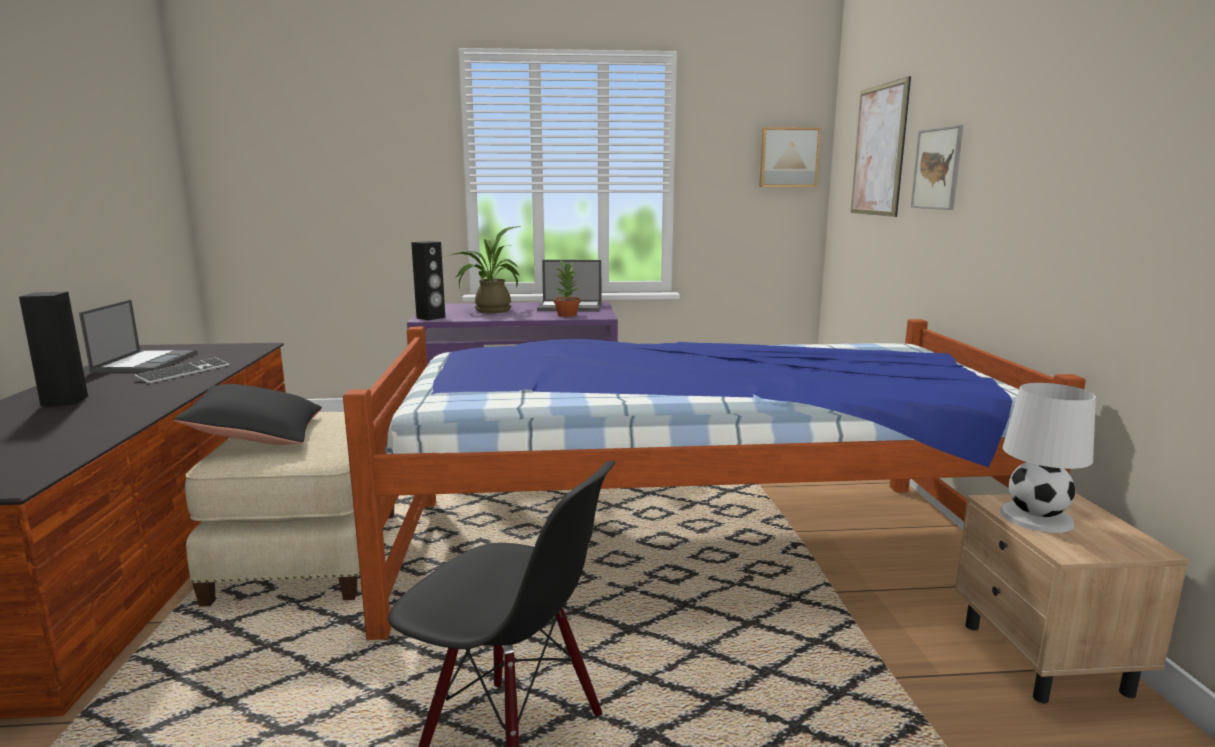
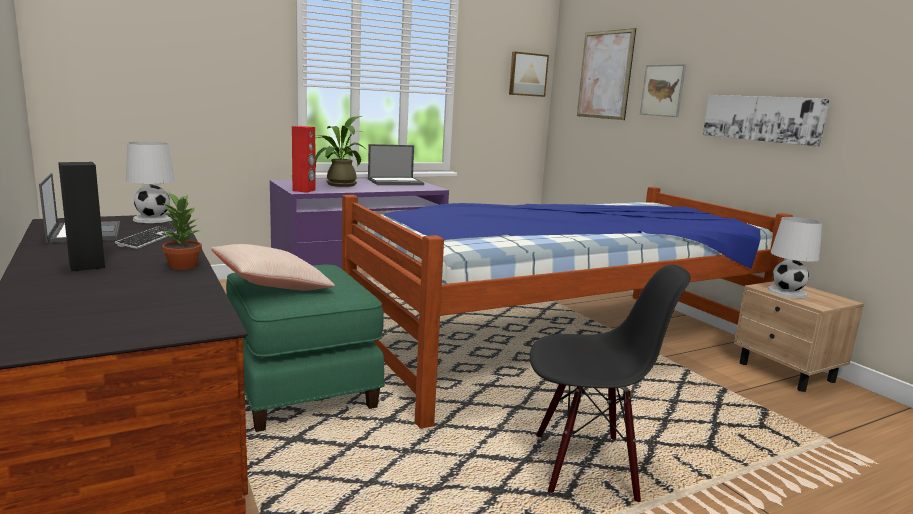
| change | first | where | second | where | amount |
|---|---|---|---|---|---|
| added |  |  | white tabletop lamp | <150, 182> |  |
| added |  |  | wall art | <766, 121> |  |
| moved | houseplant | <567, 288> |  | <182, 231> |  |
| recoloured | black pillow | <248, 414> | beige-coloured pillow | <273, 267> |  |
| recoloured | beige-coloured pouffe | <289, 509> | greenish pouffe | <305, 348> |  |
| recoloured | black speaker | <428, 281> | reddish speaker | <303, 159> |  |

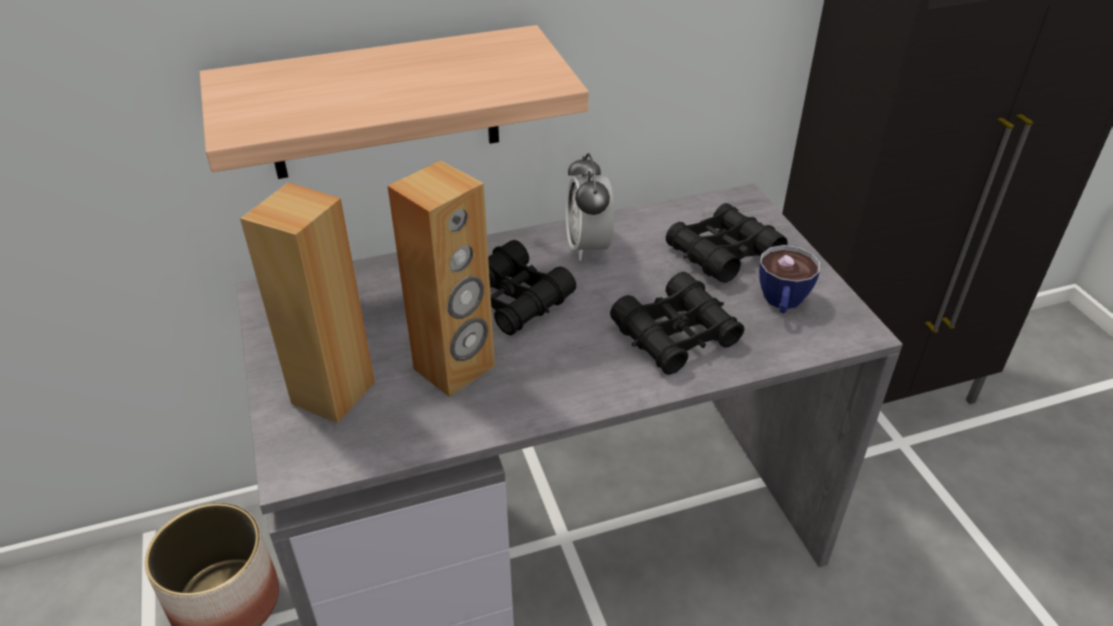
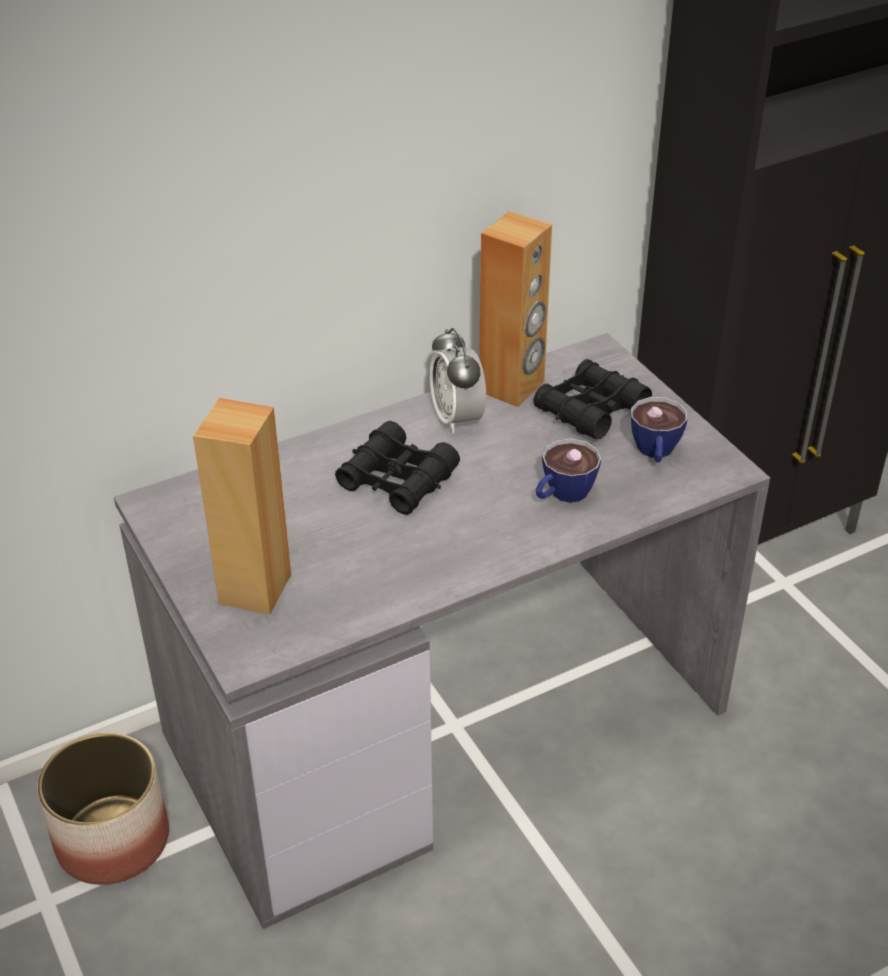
| change | first | where | second | where | amount |
|---|---|---|---|---|---|
| removed | wall shelf | <394, 102> |  |  |  |
| moved | brown speaker | <441, 279> |  | <515, 309> |  |
| replaced | black binoculars | <677, 323> | cup | <568, 470> |  |

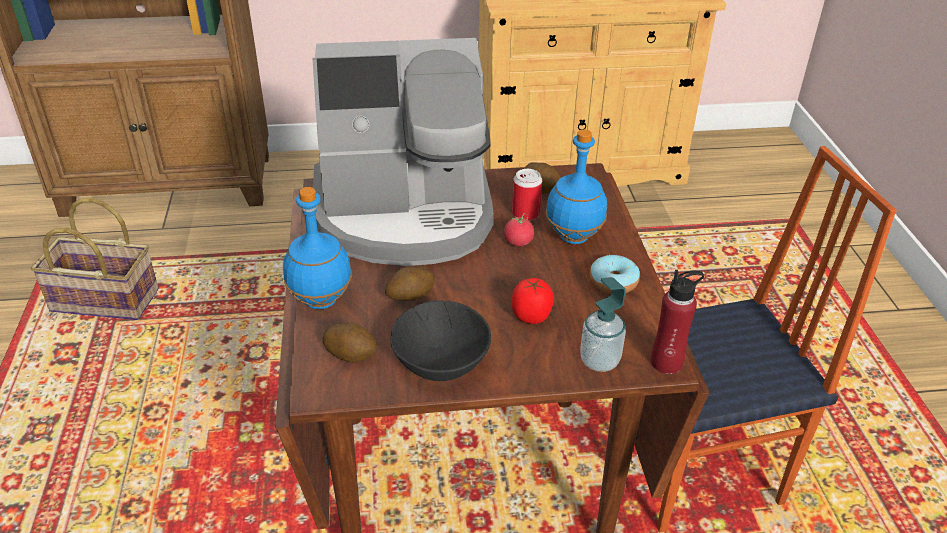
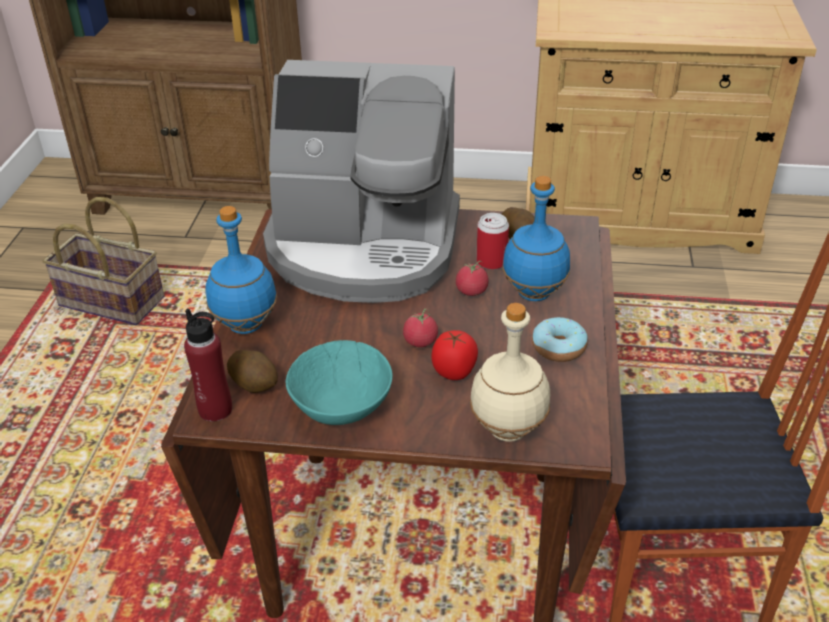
| change | first | where | second | where | amount |
|---|---|---|---|---|---|
| removed | potato | <410, 283> |  |  |  |
| added |  |  | tomato | <420, 327> |  |
| moved | reddish beverage bottle | <677, 322> |  | <208, 365> |  |
| replaced | liquid soap bottle | <603, 324> | beige-coloured beverage bottle | <510, 372> |  |
| recoloured | black deep dish | <440, 340> | blue-green deep dish | <339, 382> |  |

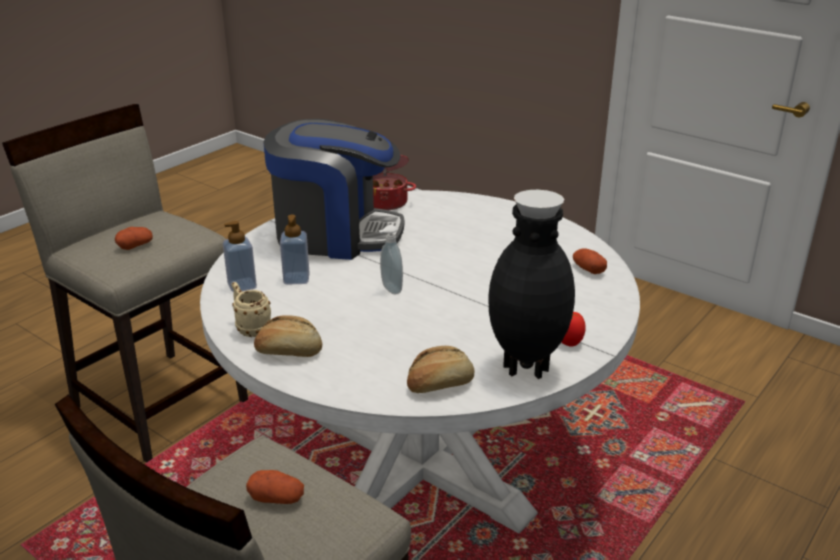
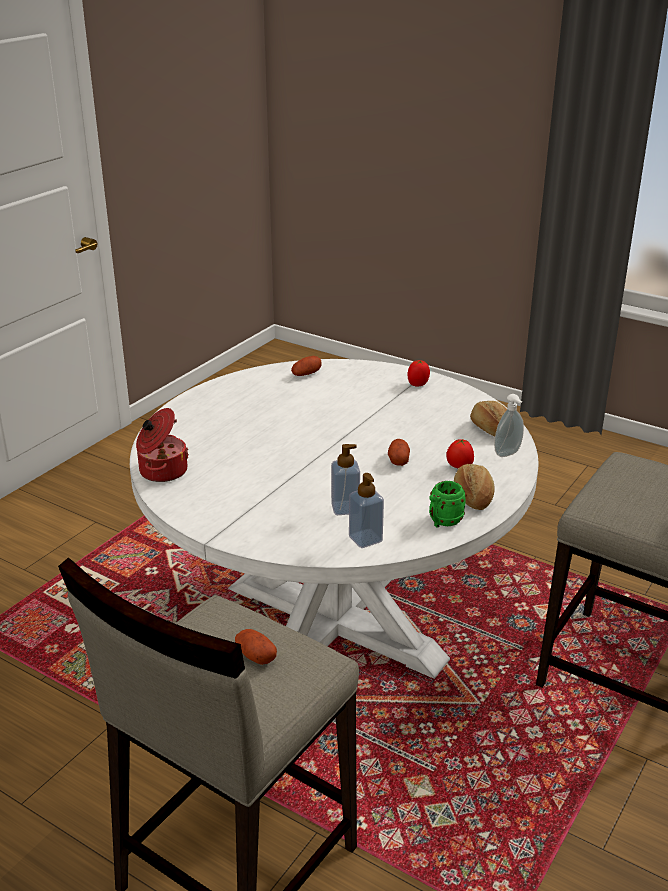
| change | first | where | second | where | amount |
|---|---|---|---|---|---|
| removed | coffee maker | <333, 189> |  |  |  |
| removed | black flower vase | <531, 284> |  |  |  |
| added |  |  | tomato | <460, 454> |  |
| moved | potato | <275, 487> |  | <399, 452> |  |
| moved | liquid soap bottle | <391, 259> |  | <509, 425> |  |
| recoloured | beige-coloured mug | <251, 309> | greenish mug | <447, 504> |  |

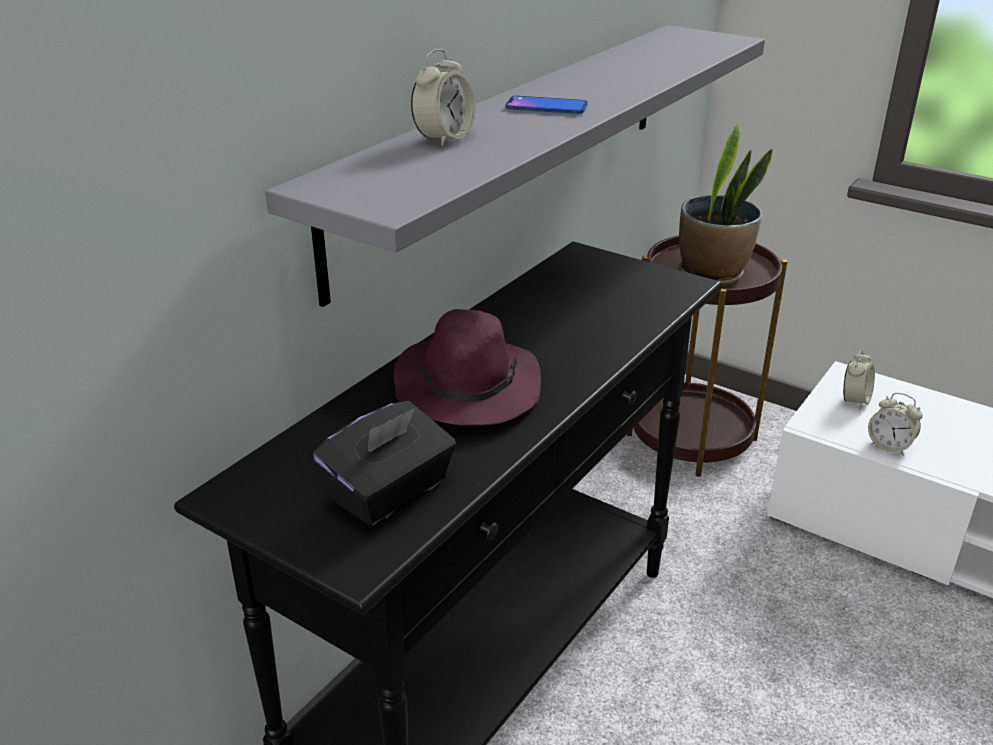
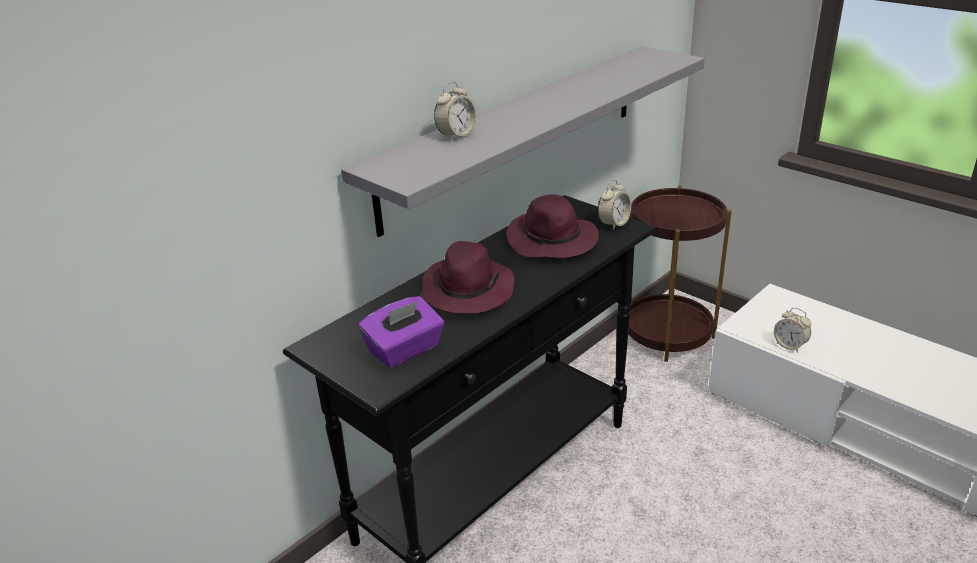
| change | first | where | second | where | amount |
|---|---|---|---|---|---|
| removed | phone | <546, 105> |  |  |  |
| removed | houseplant | <726, 204> |  |  |  |
| added |  |  | purplish clothing hat | <552, 226> |  |
| moved | table clock | <859, 379> |  | <614, 205> |  |
| recoloured | black tissue holder | <384, 463> | purplish tissue holder | <401, 332> |  |

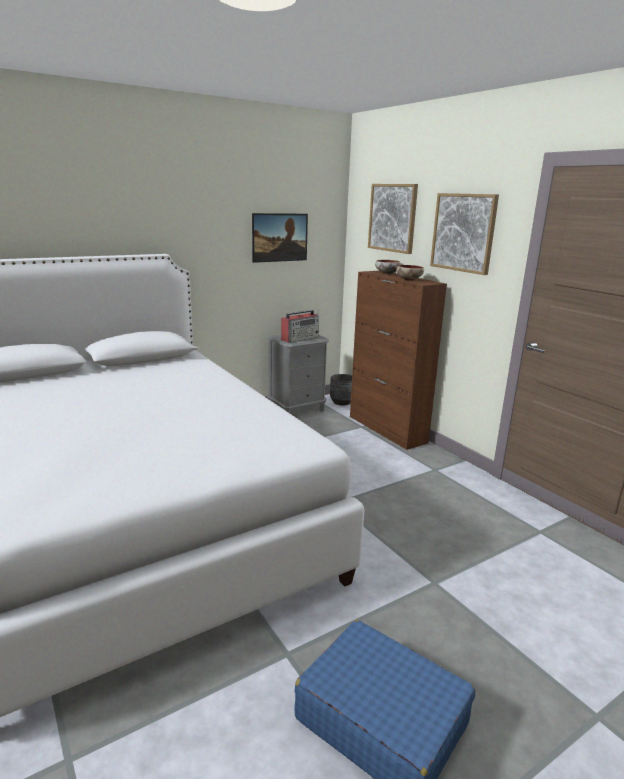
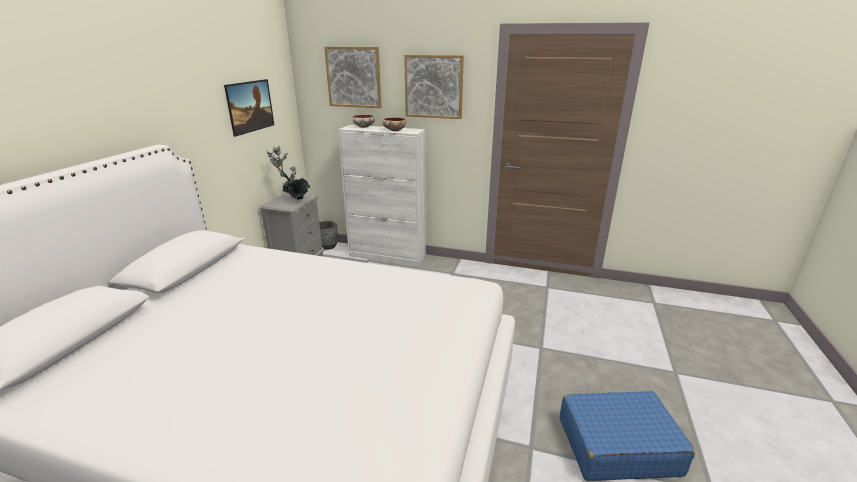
| change | first | where | second | where | amount |
|---|---|---|---|---|---|
| replaced | radio | <300, 326> | houseplant | <288, 172> |  |
| recoloured | brown cupboard | <398, 360> | white cupboard | <382, 195> |  |

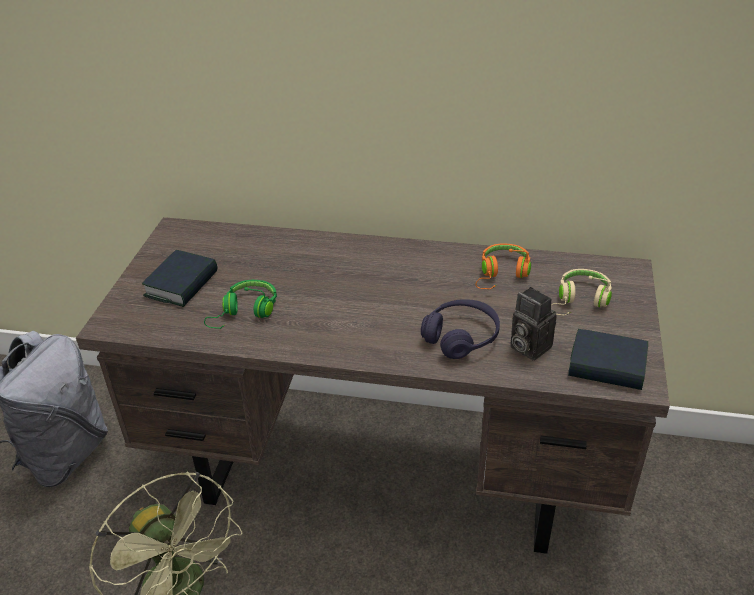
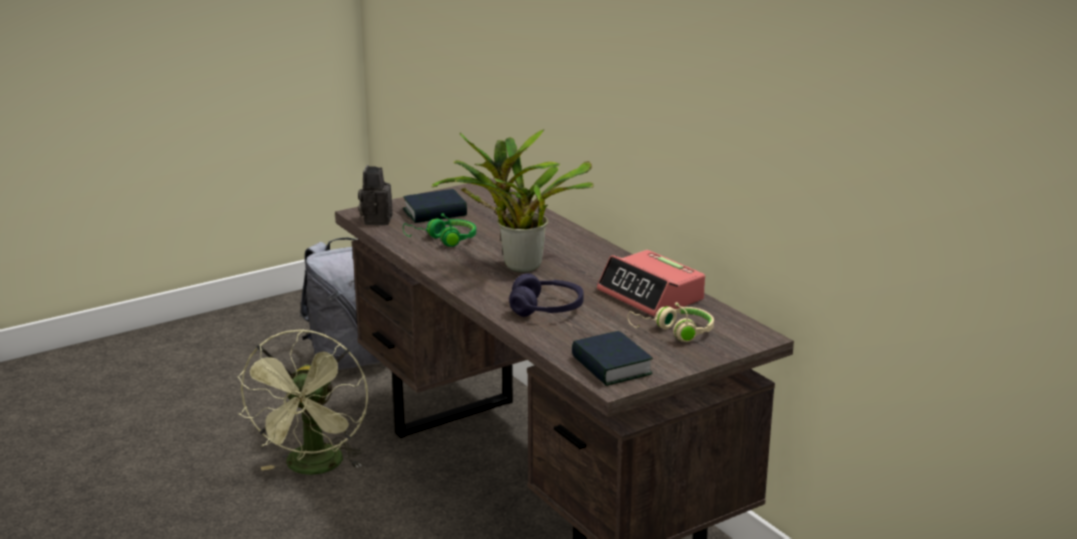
| change | first | where | second | where | amount |
|---|---|---|---|---|---|
| added |  |  | houseplant | <512, 200> |  |
| moved | still camera | <533, 324> |  | <375, 195> |  |
| replaced | orangey headphones | <503, 266> | table clock | <651, 283> |  |

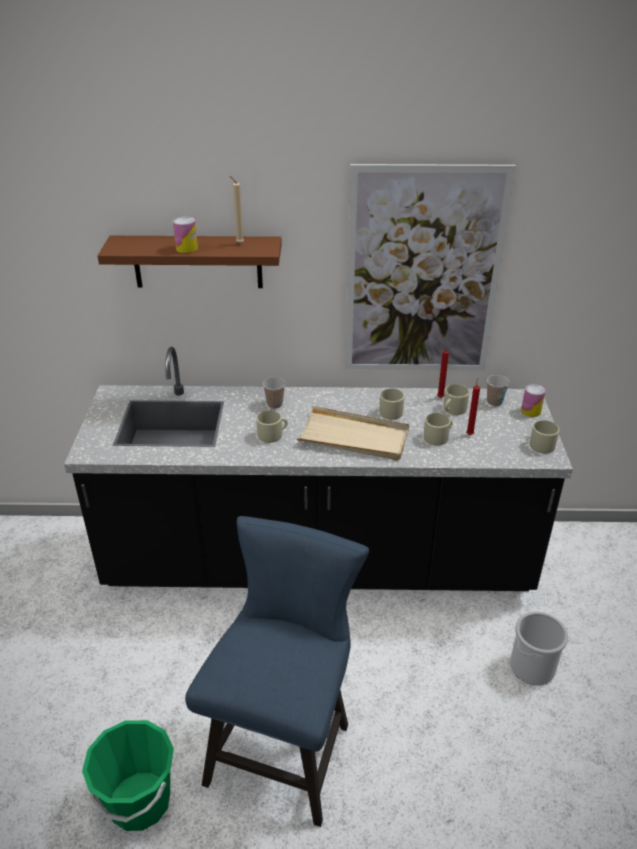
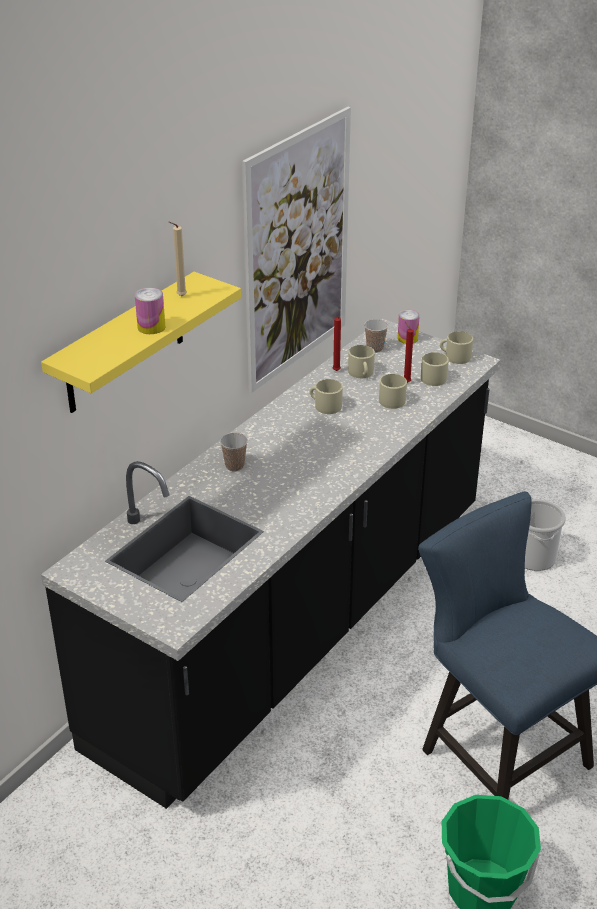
| change | first | where | second | where | amount |
|---|---|---|---|---|---|
| removed | beige-coloured serving tray | <353, 433> |  |  |  |
| moved | beige-coloured mug | <272, 426> |  | <435, 369> |  |
| recoloured | brown wall shelf | <190, 262> | yellowish wall shelf | <141, 342> |  |

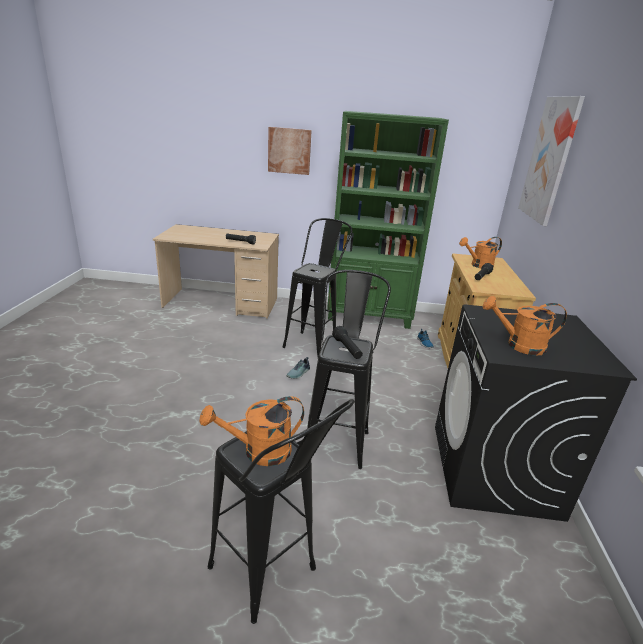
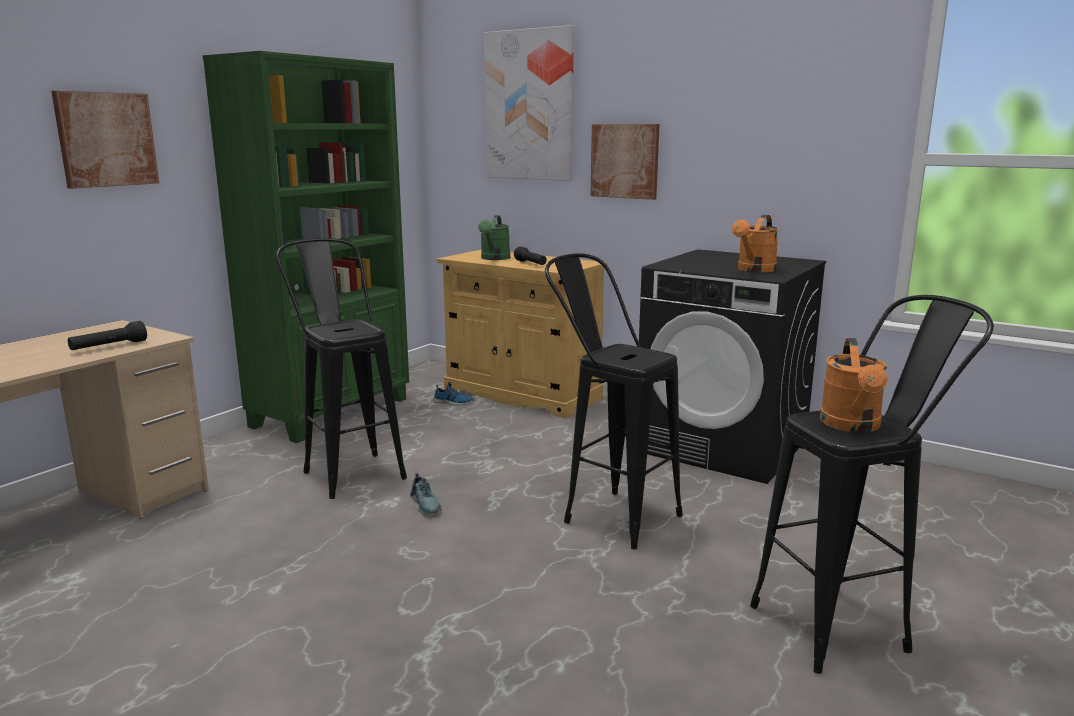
| change | first | where | second | where | amount |
|---|---|---|---|---|---|
| removed | black hand torch | <347, 342> |  |  |  |
| added |  |  | wall art | <625, 162> |  |
| recoloured | orangey sprinkling can | <480, 252> | greenish sprinkling can | <494, 237> |  |

